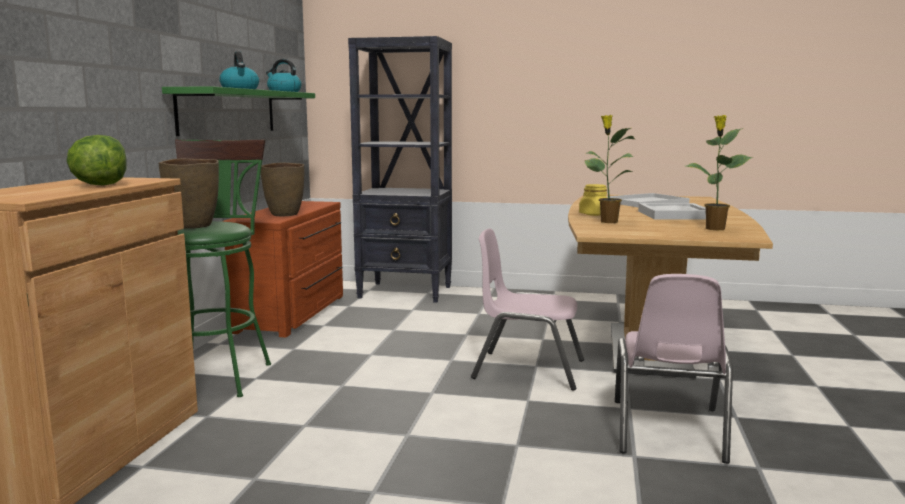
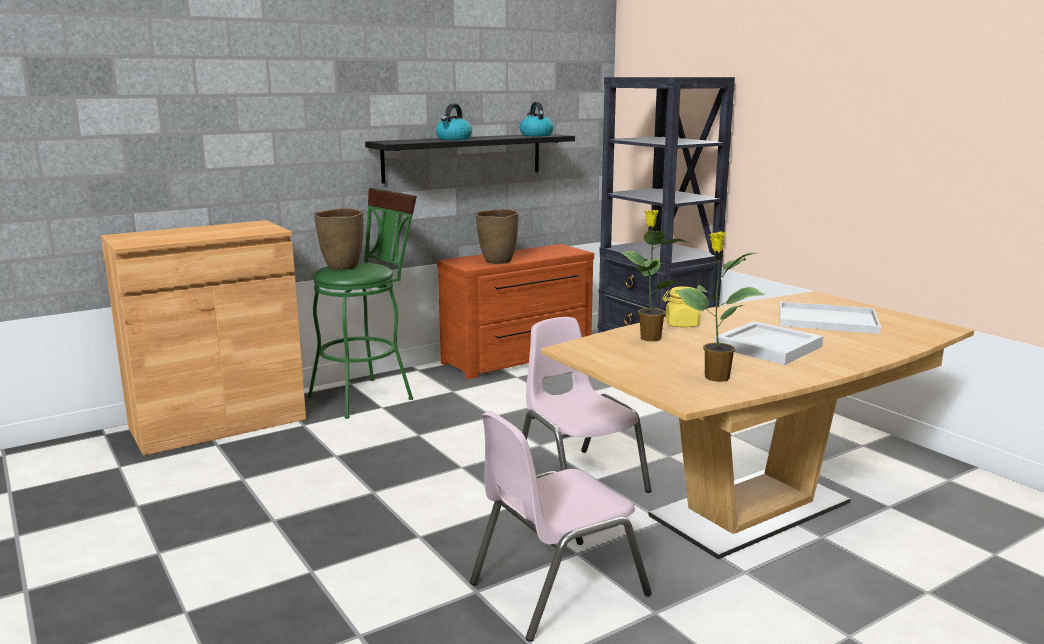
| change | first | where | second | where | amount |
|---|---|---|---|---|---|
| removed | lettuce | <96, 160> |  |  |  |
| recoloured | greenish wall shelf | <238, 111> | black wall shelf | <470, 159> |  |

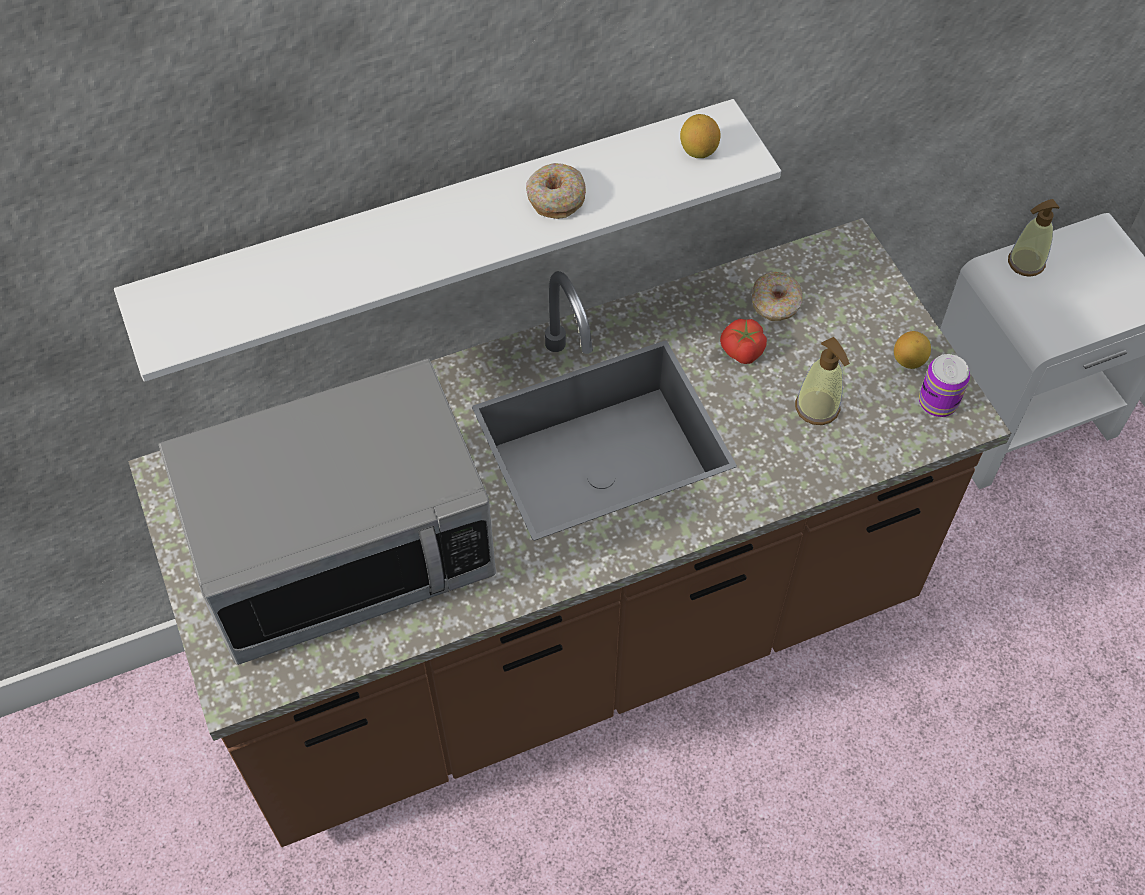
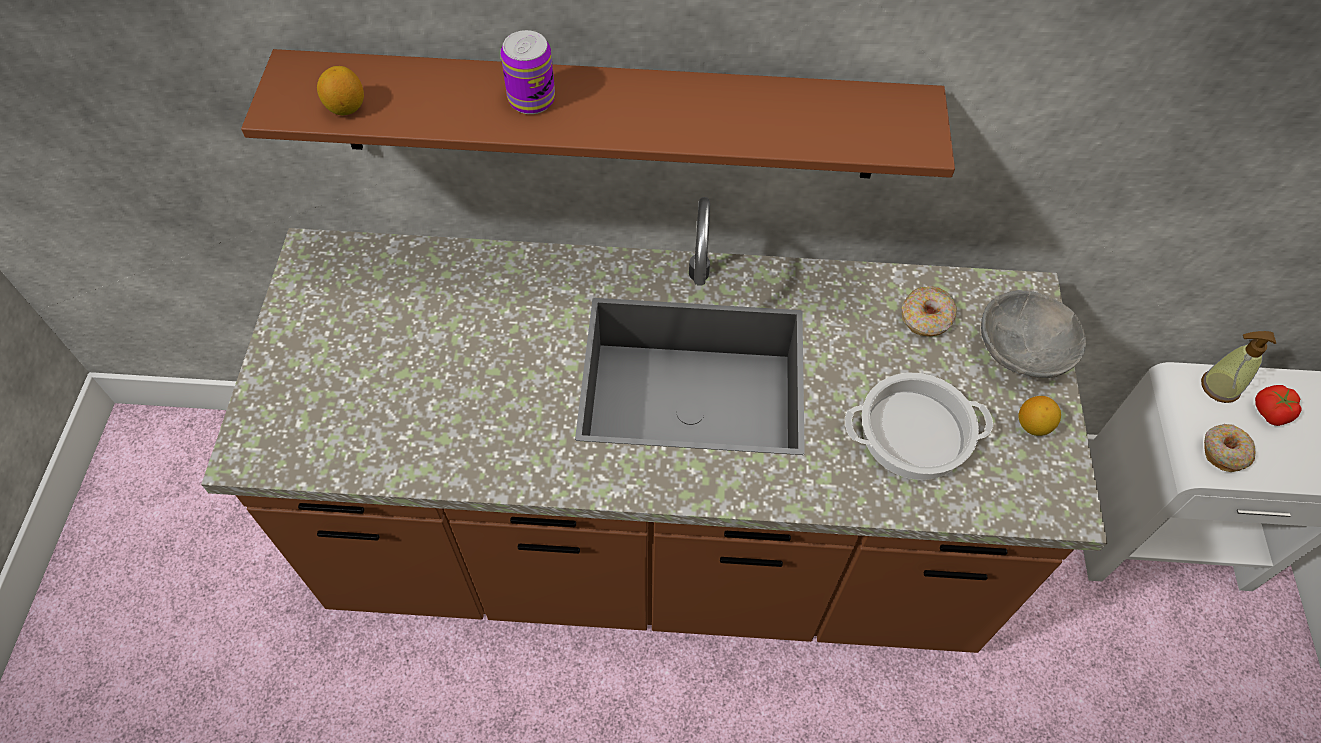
| change | first | where | second | where | amount |
|---|---|---|---|---|---|
| removed | kitchen microwave | <327, 512> |  |  |  |
| added |  |  | greyish deep dish | <1033, 334> |  |
| moved | doughnut | <556, 191> |  | <1229, 448> |  |
| moved | lemon | <700, 136> |  | <340, 90> |  |
| moved | tomato | <743, 341> |  | <1278, 405> |  |
| moved | sealed can | <944, 385> |  | <528, 72> |  |
| replaced | liquid soap bottle | <822, 381> | cooking pot | <919, 426> |  |
| recoloured | white wall shelf | <447, 240> | brown wall shelf | <598, 113> |  |

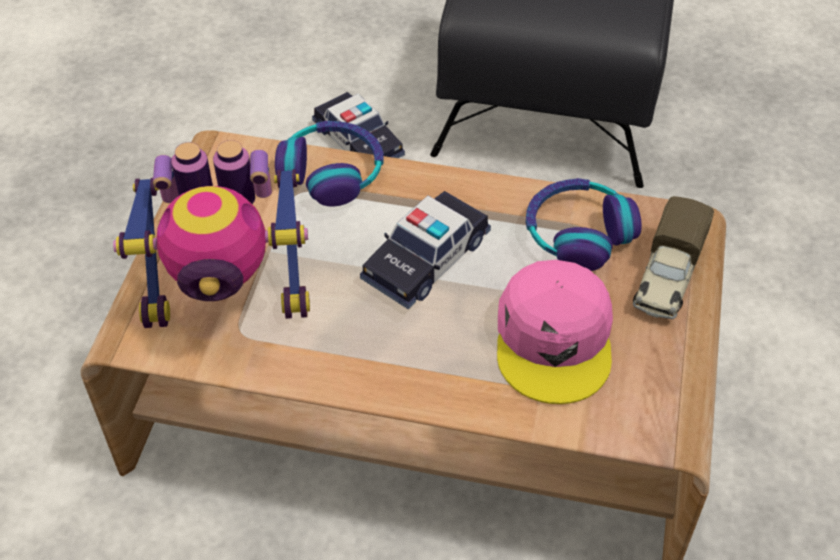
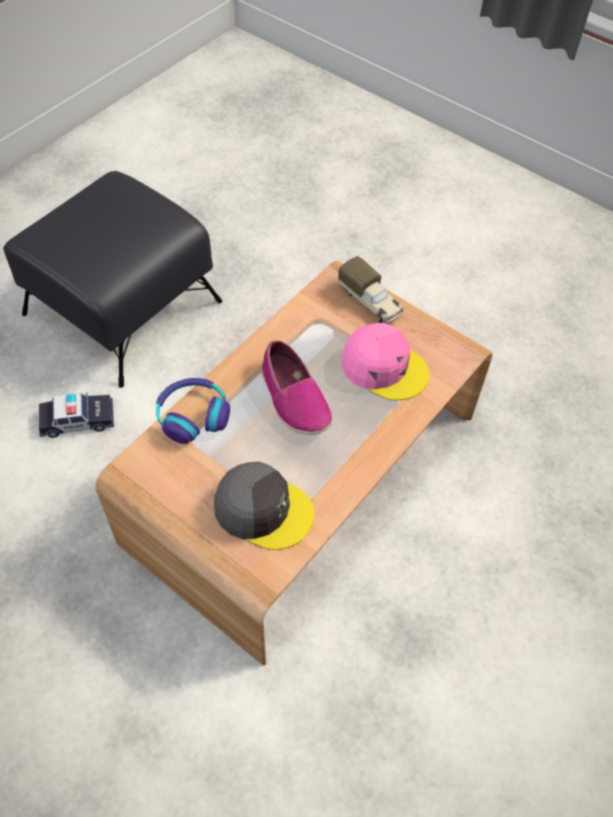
| change | first | where | second | where | amount |
|---|---|---|---|---|---|
| removed | headphones | <584, 224> |  |  |  |
| replaced | toy robot | <211, 234> | greyish cap | <264, 506> |  |
| replaced | toy car | <425, 250> | shoe | <296, 387> |  |

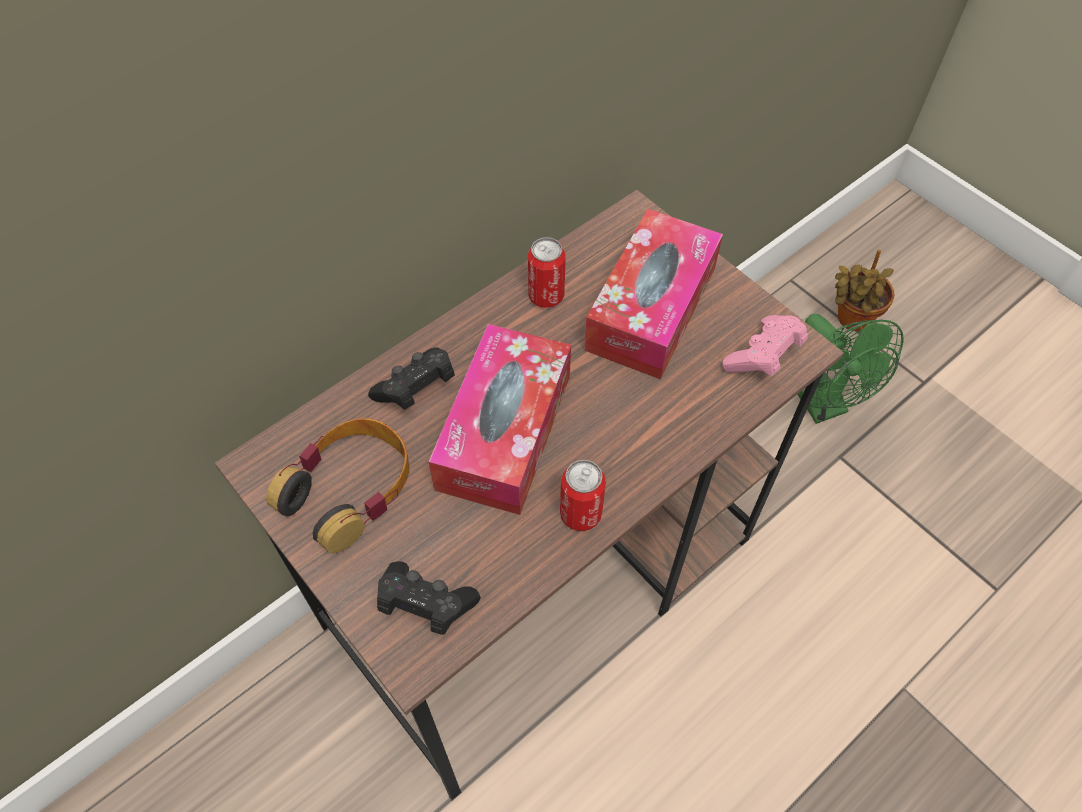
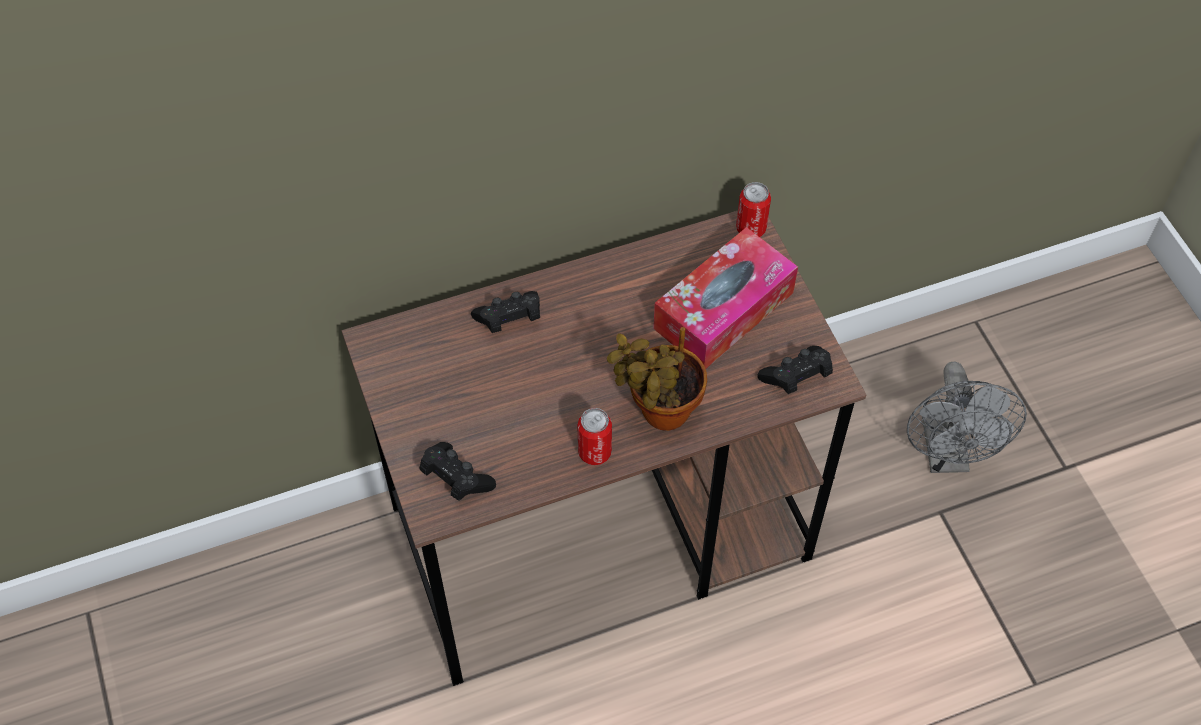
| change | first | where | second | where | amount |
|---|---|---|---|---|---|
| removed | headphones | <337, 485> |  |  |  |
| removed | tissue holder | <499, 419> |  |  |  |
| moved | sealed can | <547, 272> |  | <753, 209> |  |
| moved | houseplant | <864, 290> |  | <657, 379> |  |
| recoloured | pinkish gamepad | <765, 345> | black gamepad | <795, 370> |  |
| recoloured | greenish fan | <850, 369> | greyish fan | <967, 417> |  |

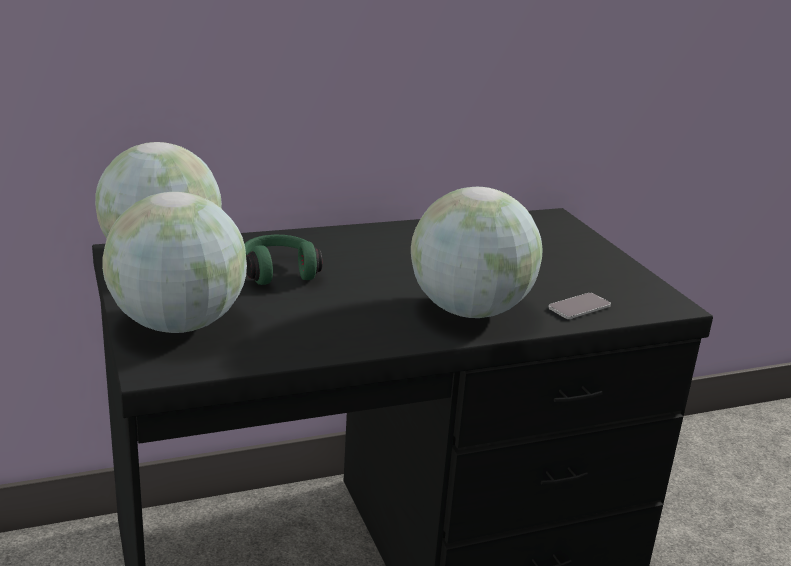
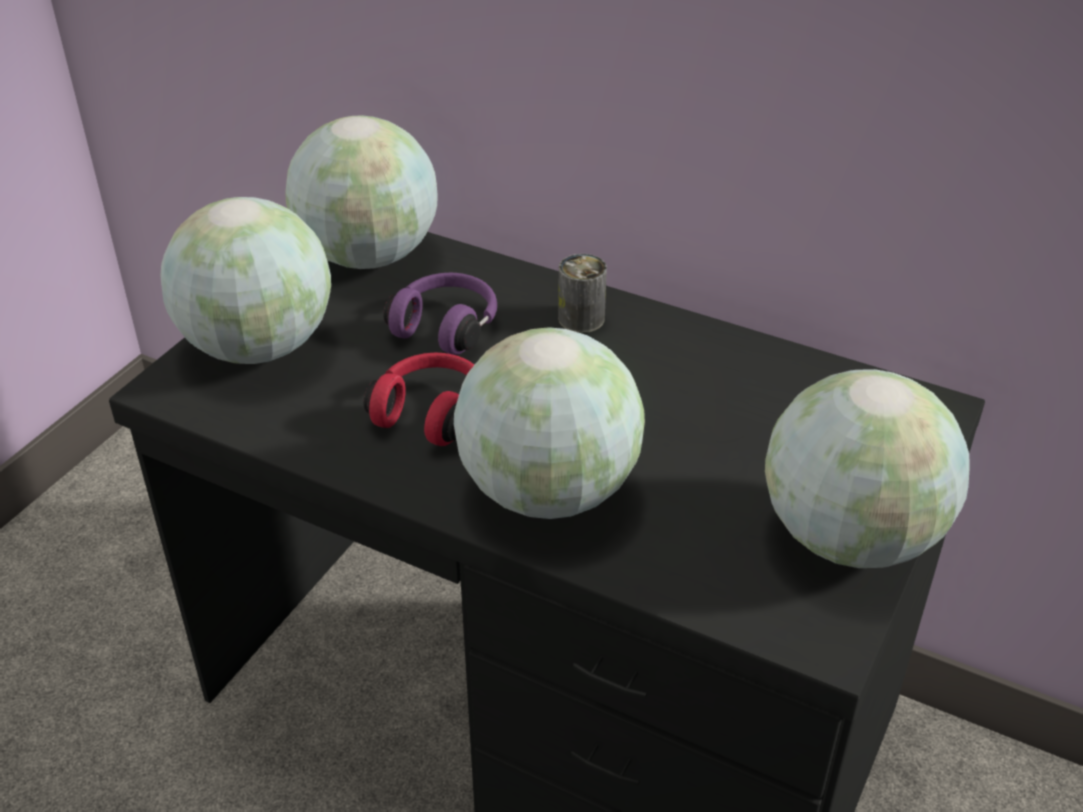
| change | first | where | second | where | amount |
|---|---|---|---|---|---|
| removed | phone | <579, 306> |  |  |  |
| added |  |  | reddish headphones | <419, 399> |  |
| added |  |  | sealed can | <582, 293> |  |
| added |  |  | world globe | <867, 468> |  |
| recoloured | greenish headphones | <283, 260> | purplish headphones | <440, 314> |  |

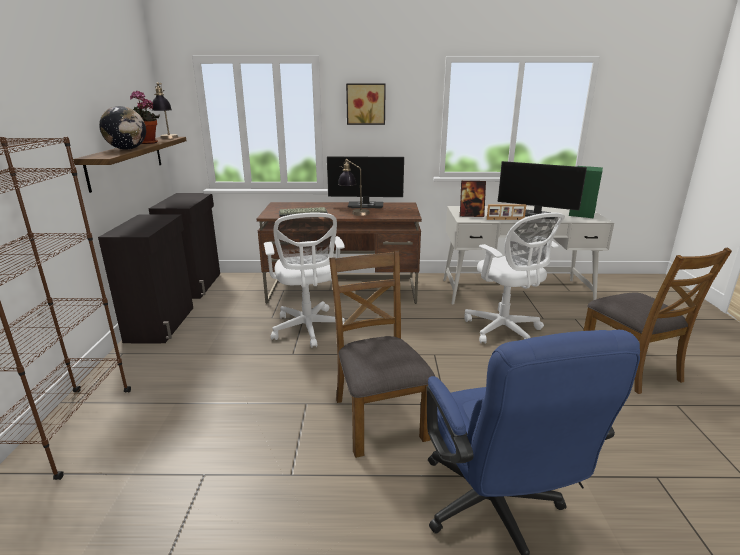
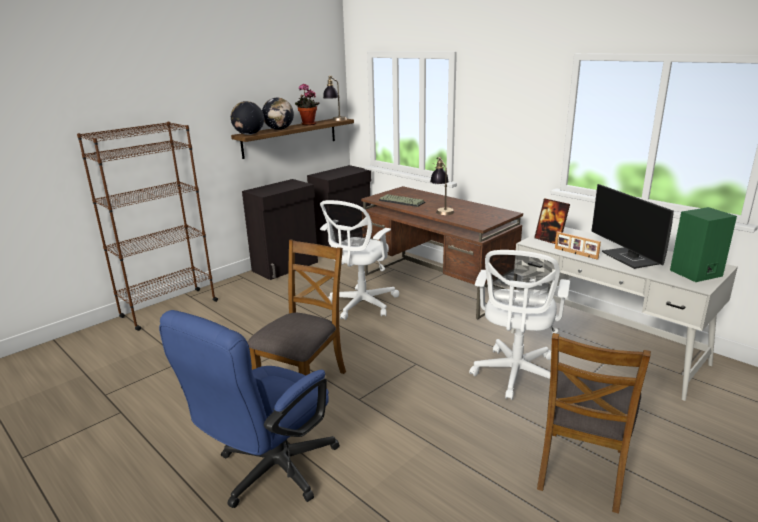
| change | first | where | second | where | amount |
|---|---|---|---|---|---|
| removed | computer screen | <365, 182> |  |  |  |
| removed | wall art | <366, 104> |  |  |  |
| added |  |  | world globe | <247, 118> |  |

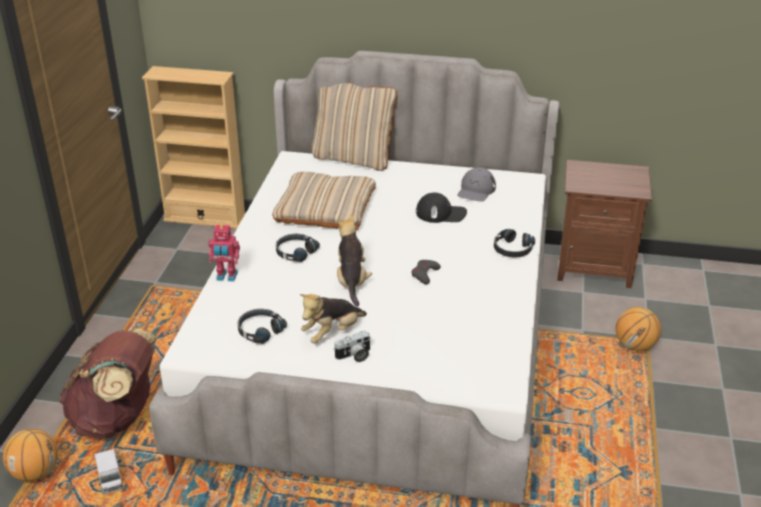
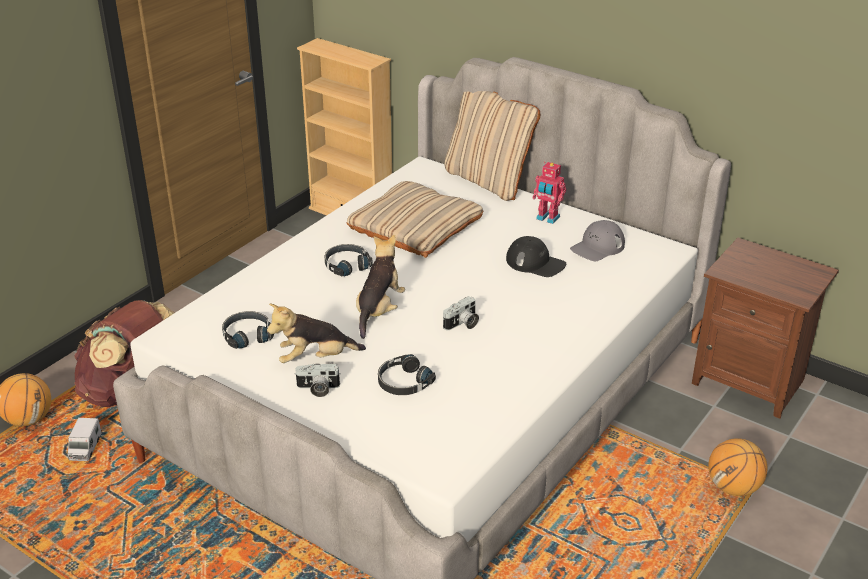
| change | first | where | second | where | amount |
|---|---|---|---|---|---|
| moved | toy robot | <224, 253> |  | <549, 193> |  |
| moved | black headphones | <514, 243> |  | <407, 374> |  |
| replaced | greyish gamepad | <426, 272> | still camera | <461, 313> |  |

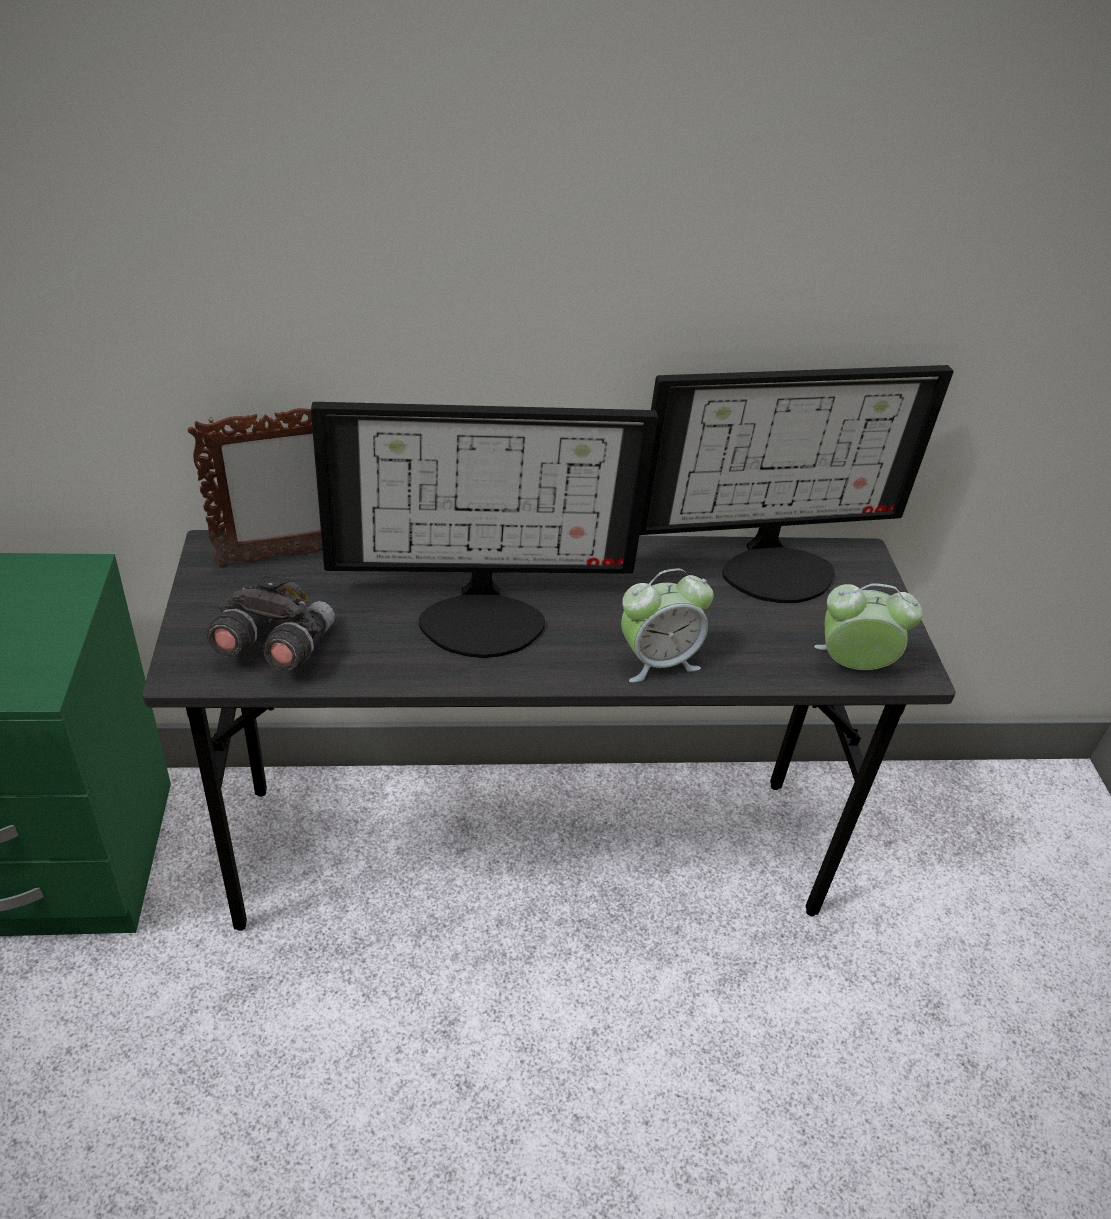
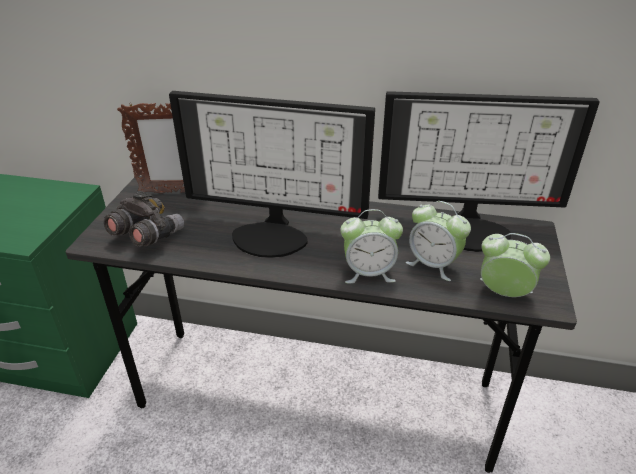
| change | first | where | second | where | amount |
|---|---|---|---|---|---|
| added |  |  | table clock | <438, 241> |  |

